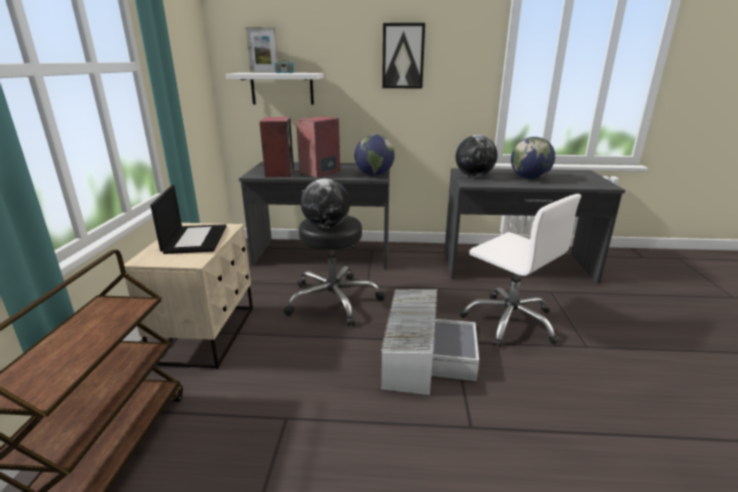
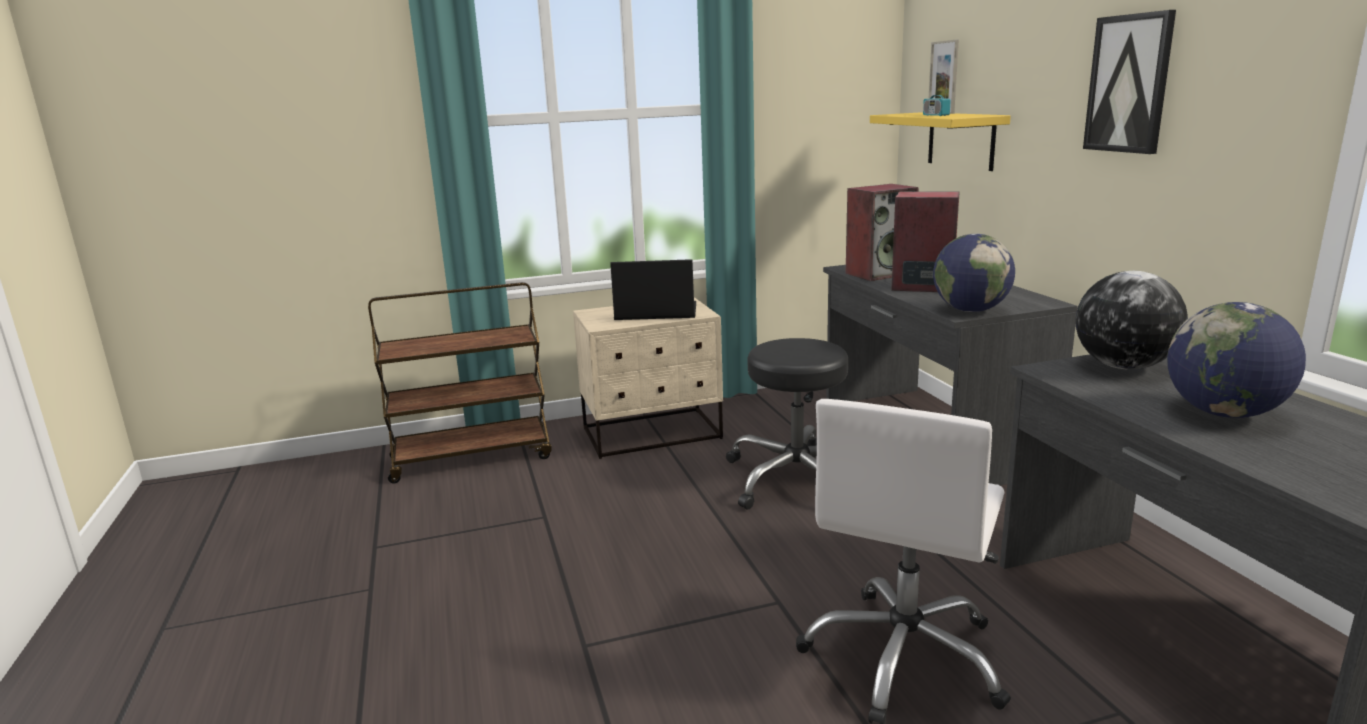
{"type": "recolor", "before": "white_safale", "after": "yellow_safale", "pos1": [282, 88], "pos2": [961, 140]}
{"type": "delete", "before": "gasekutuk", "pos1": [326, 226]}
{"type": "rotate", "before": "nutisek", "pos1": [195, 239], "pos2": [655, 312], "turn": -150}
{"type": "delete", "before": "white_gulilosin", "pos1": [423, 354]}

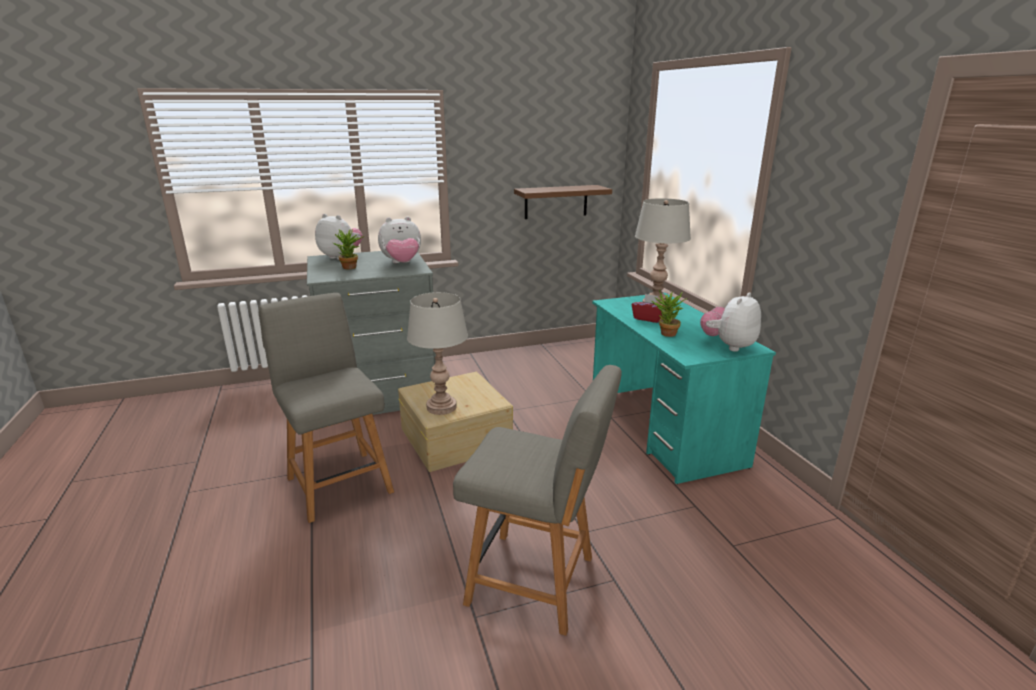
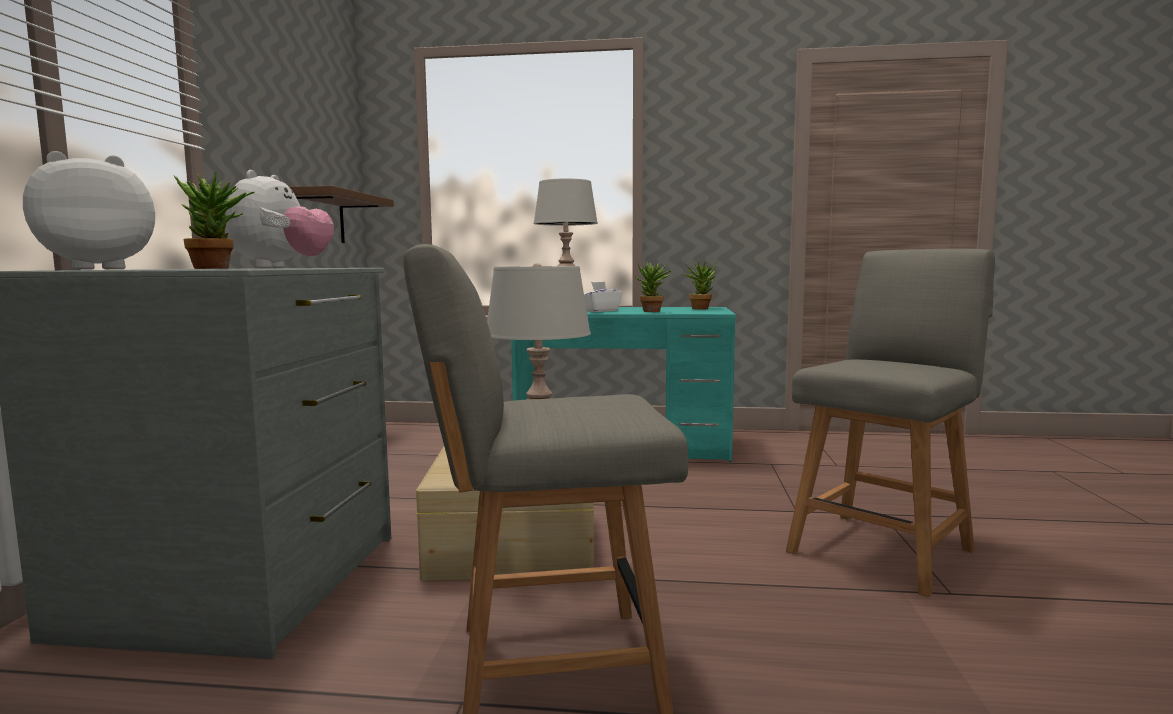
{"type": "replace", "before": "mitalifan", "after": "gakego", "pos1": [728, 346], "pos2": [701, 308]}
{"type": "recolor", "before": "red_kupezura", "after": "white_kupezura", "pos1": [648, 318], "pos2": [600, 311]}

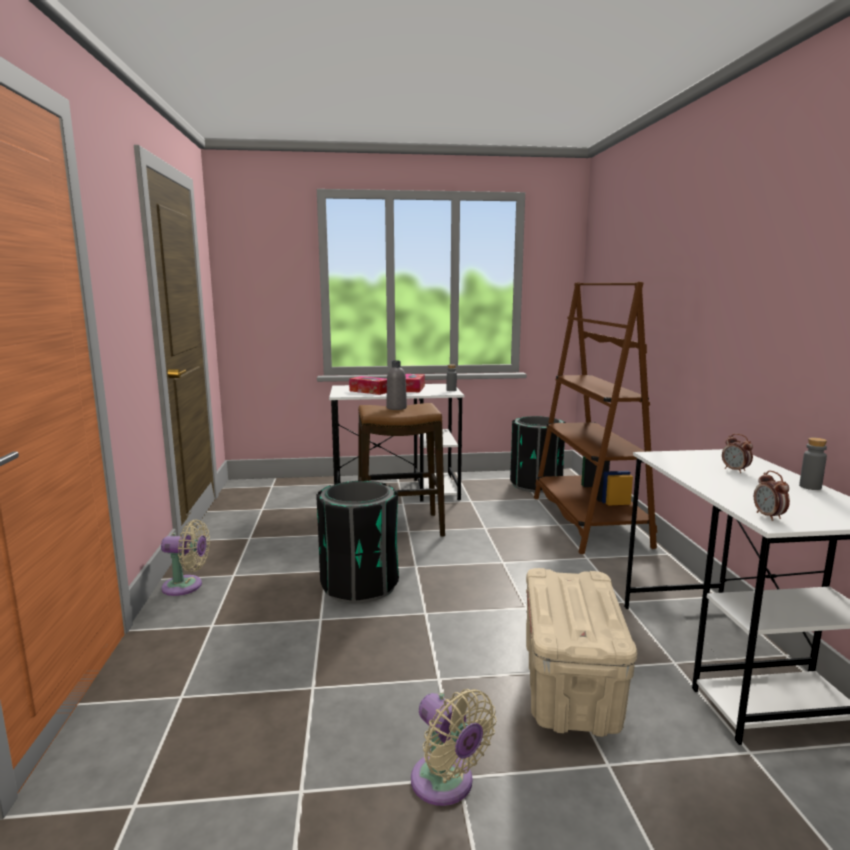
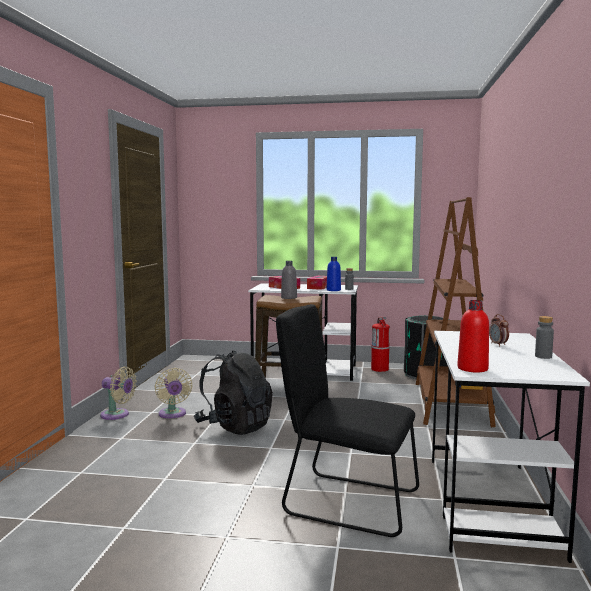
{"type": "replace", "before": "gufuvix", "after": "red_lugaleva", "pos1": [768, 516], "pos2": [472, 369]}
{"type": "replace", "before": "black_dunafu", "after": "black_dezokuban", "pos1": [359, 585], "pos2": [234, 426]}
{"type": "replace", "before": "beige_gulilosin", "after": "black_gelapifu", "pos1": [569, 686], "pos2": [345, 502]}
{"type": "move", "before": "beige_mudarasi", "pos1": [446, 785], "pos2": [172, 414]}
{"type": "insert", "after": "blue_lugaleva", "pos2": [333, 290]}
{"type": "insert", "after": "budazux", "pos2": [380, 369]}

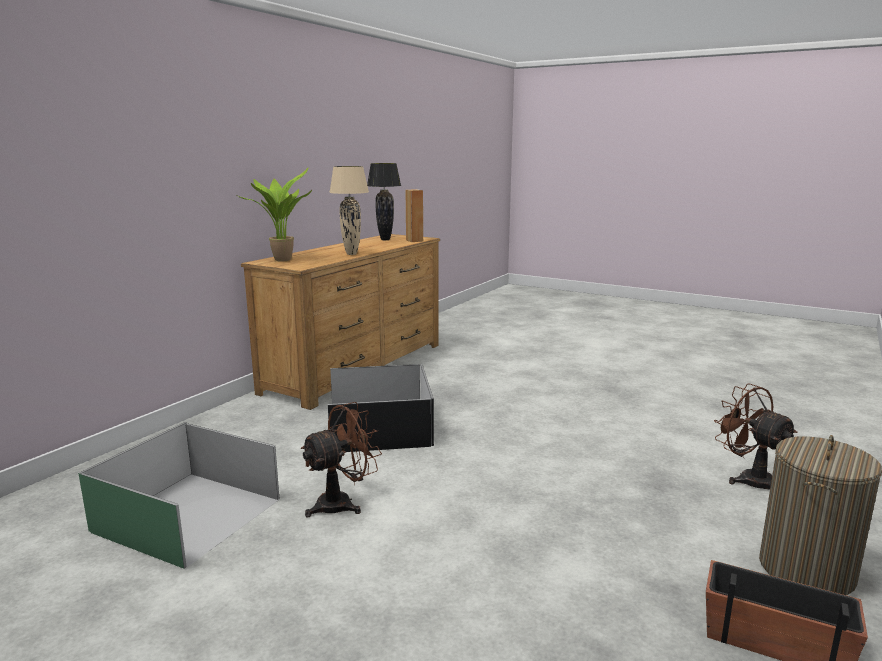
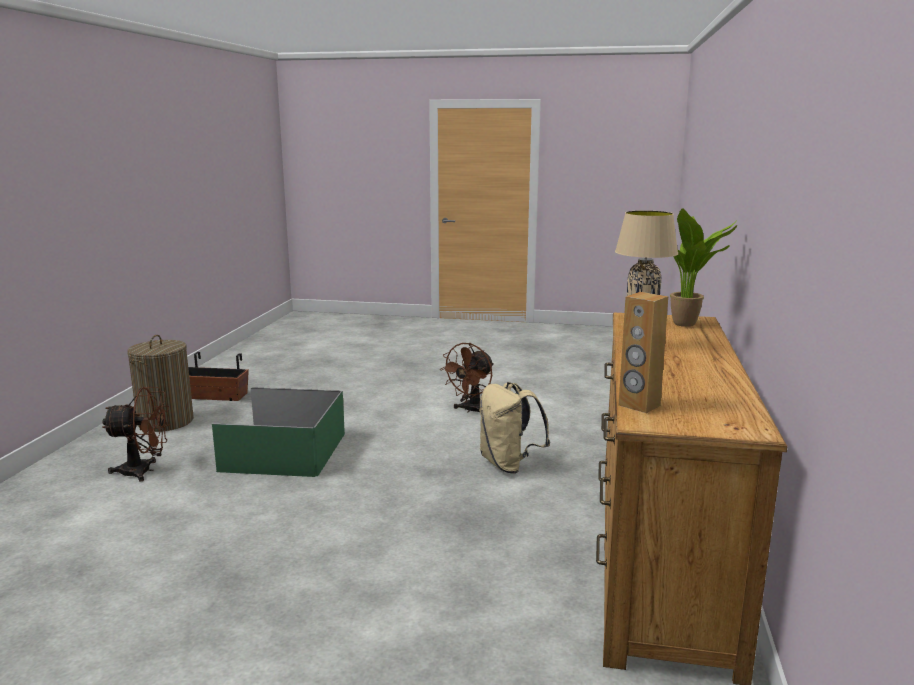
{"type": "delete", "before": "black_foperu", "pos1": [385, 239]}
{"type": "replace", "before": "black_gulilosin", "after": "beige_dezokuban", "pos1": [379, 427], "pos2": [509, 465]}
{"type": "rotate", "before": "brown_mudarasi", "pos1": [748, 478], "pos2": [144, 471], "turn": -45}
{"type": "move", "before": "green_gulilosin", "pos1": [186, 516], "pos2": [284, 451]}

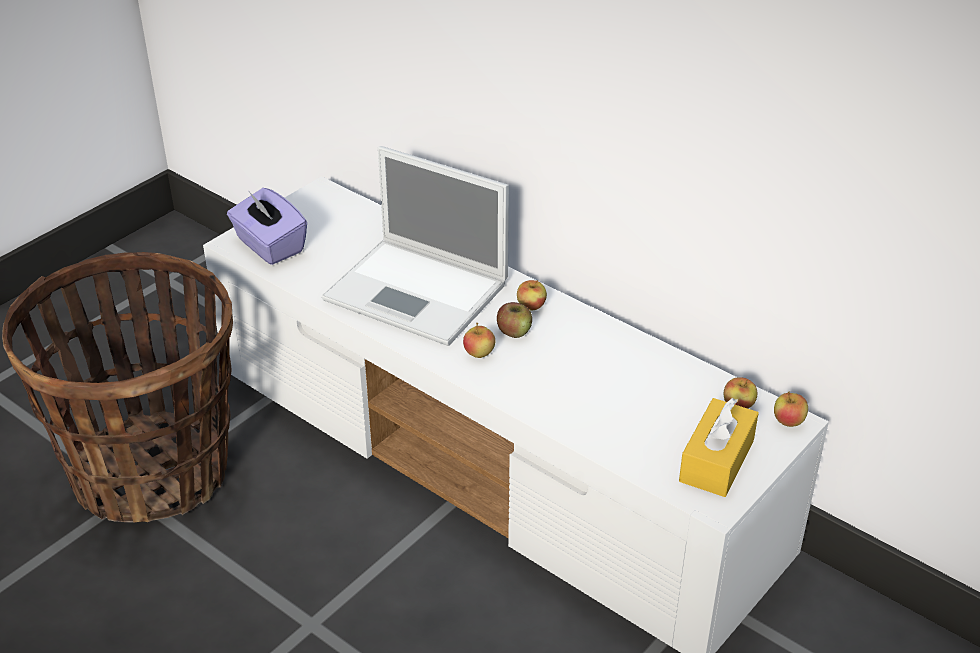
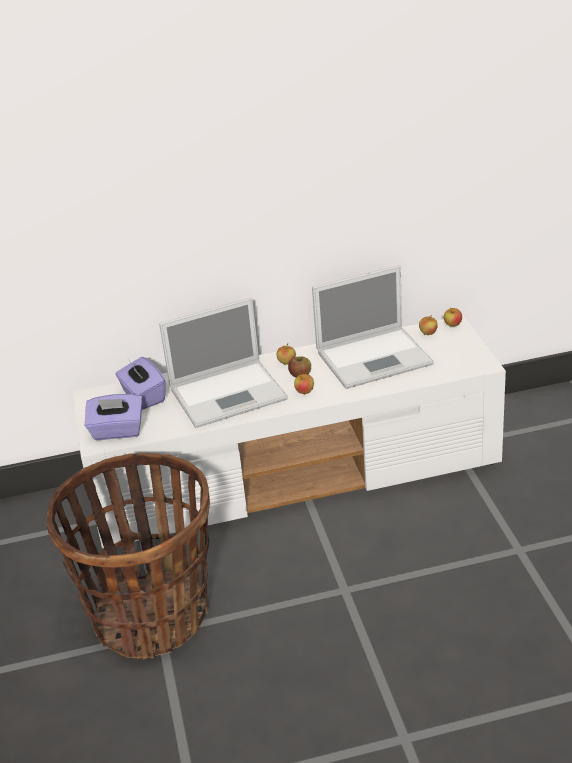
{"type": "delete", "before": "yellow_kupezura", "pos1": [716, 461]}
{"type": "insert", "after": "nutisek", "pos2": [376, 357]}
{"type": "insert", "after": "purple_kupezura", "pos2": [143, 397]}

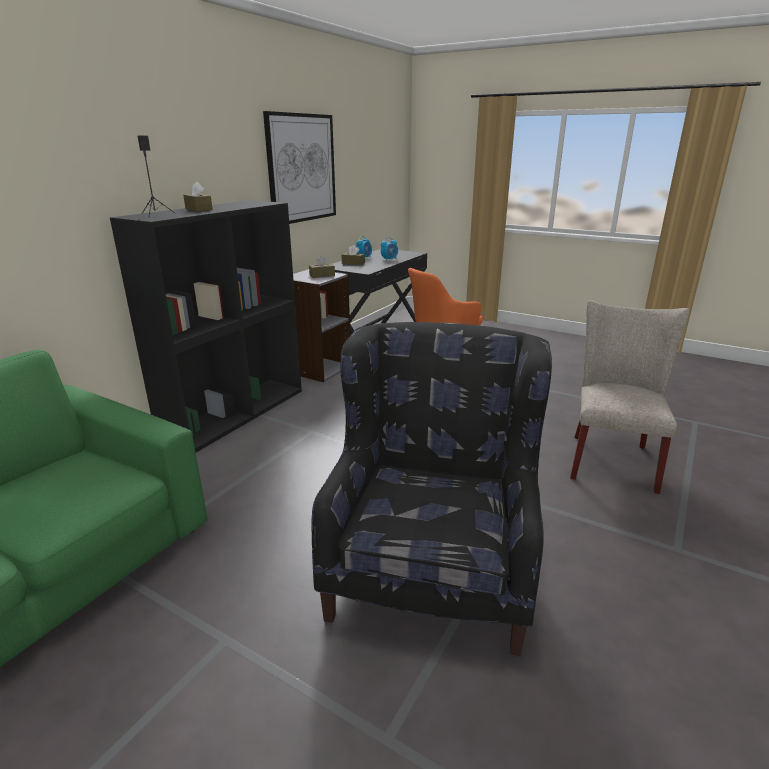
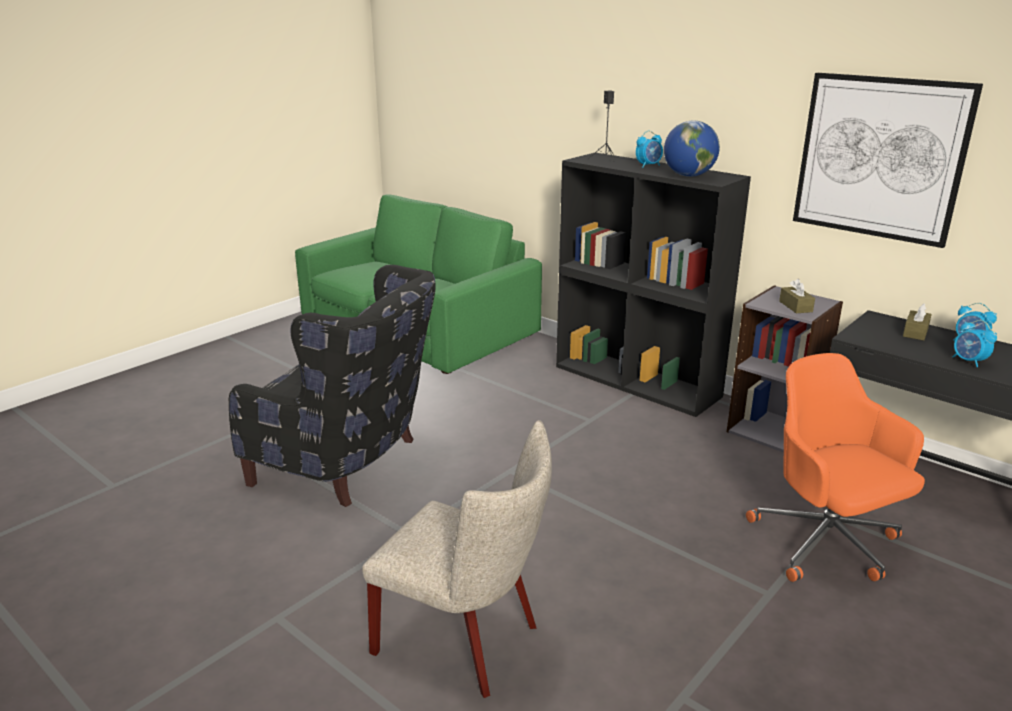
{"type": "replace", "before": "brown_kupezura", "after": "gufuvix", "pos1": [198, 209], "pos2": [648, 165]}
{"type": "insert", "after": "gasekutuk", "pos2": [688, 176]}

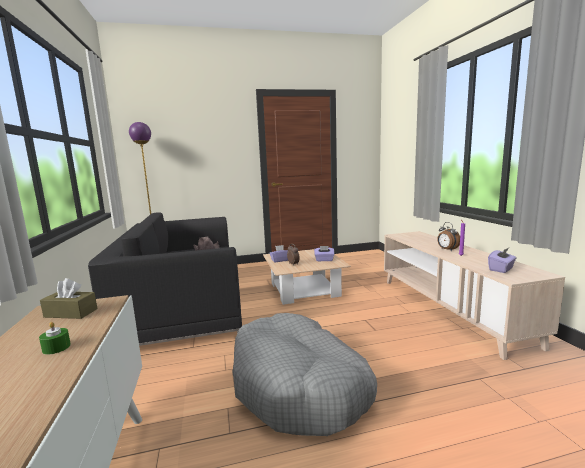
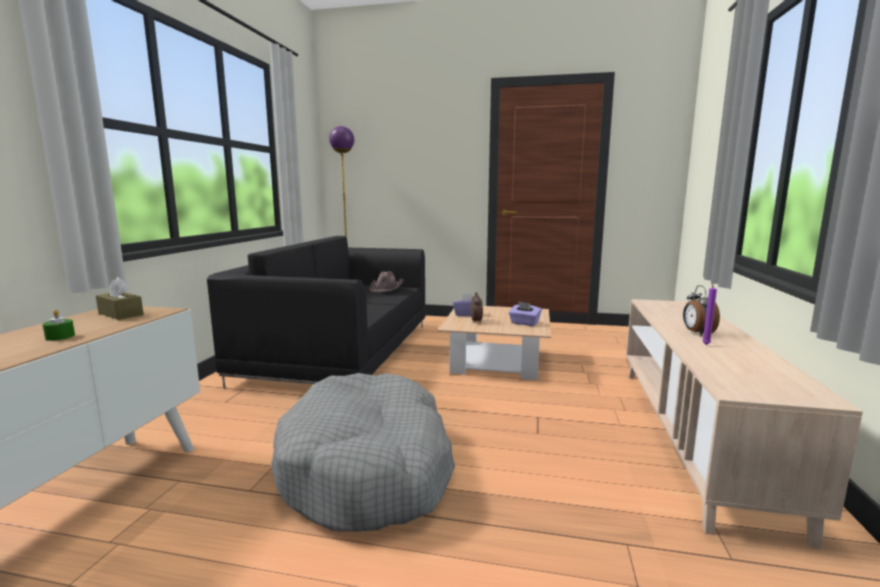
{"type": "delete", "before": "purple_kupezura", "pos1": [501, 269]}

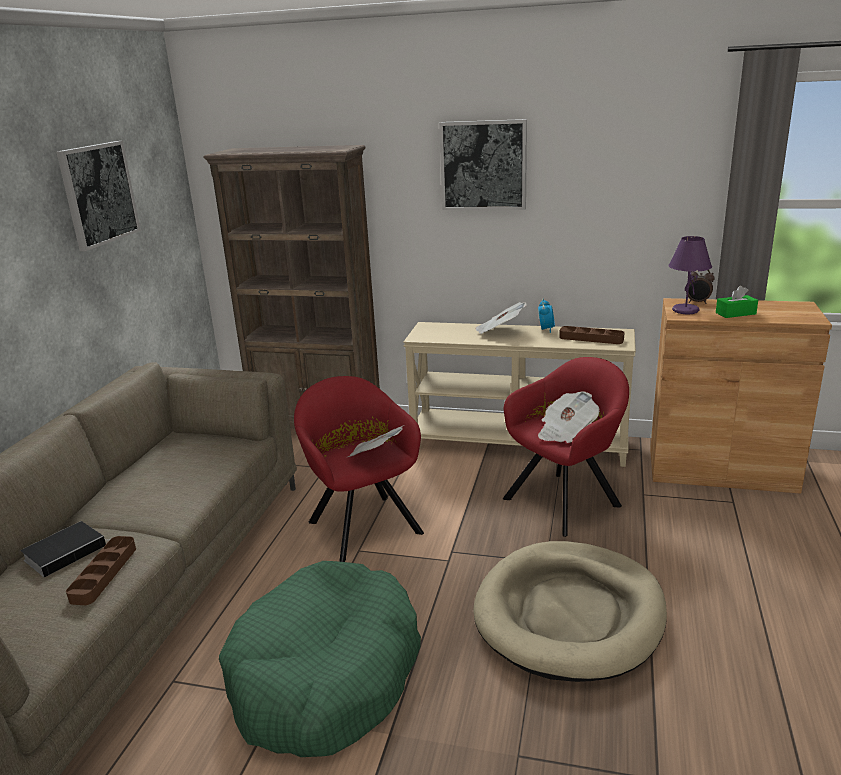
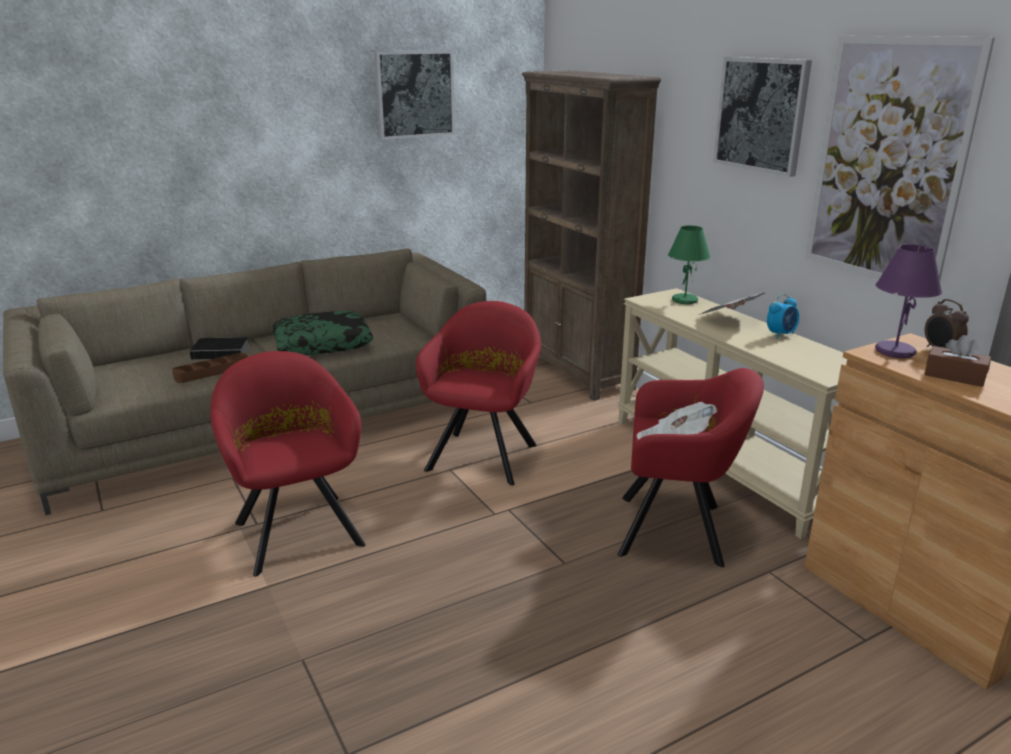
{"type": "recolor", "before": "green_kupezura", "after": "brown_kupezura", "pos1": [735, 313], "pos2": [954, 376]}
{"type": "delete", "before": "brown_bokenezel", "pos1": [591, 338]}
{"type": "delete", "before": "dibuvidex", "pos1": [376, 456]}
{"type": "delete", "before": "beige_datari", "pos1": [569, 614]}
{"type": "replace", "before": "green_datari", "after": "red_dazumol", "pos1": [325, 675], "pos2": [297, 529]}
{"type": "insert", "after": "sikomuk", "pos2": [888, 162]}
{"type": "insert", "after": "green_foperu", "pos2": [684, 300]}
{"type": "insert", "after": "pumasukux", "pos2": [323, 344]}

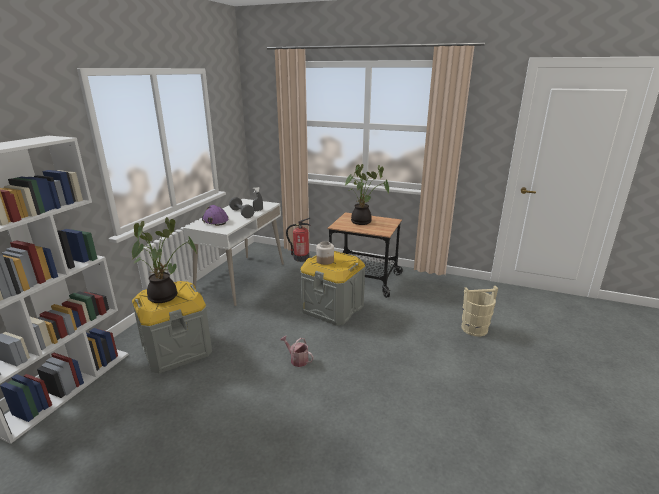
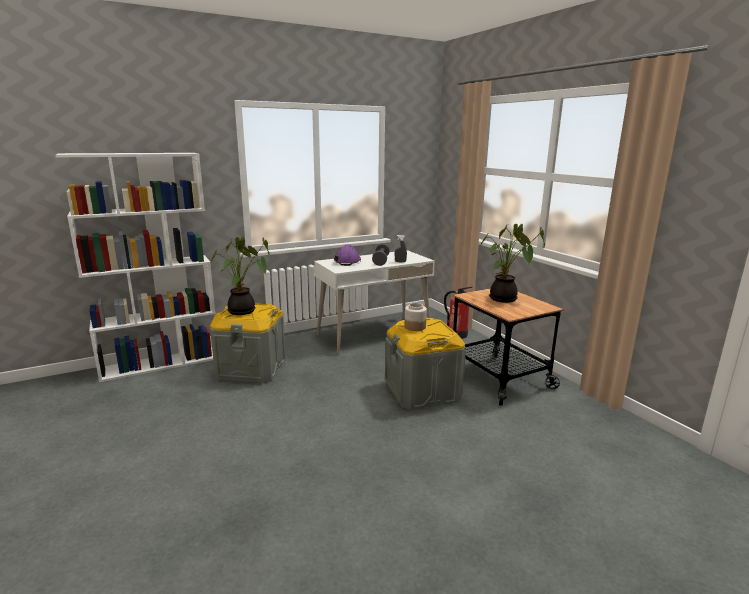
{"type": "delete", "before": "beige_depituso", "pos1": [474, 329]}
{"type": "delete", "before": "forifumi", "pos1": [297, 359]}

